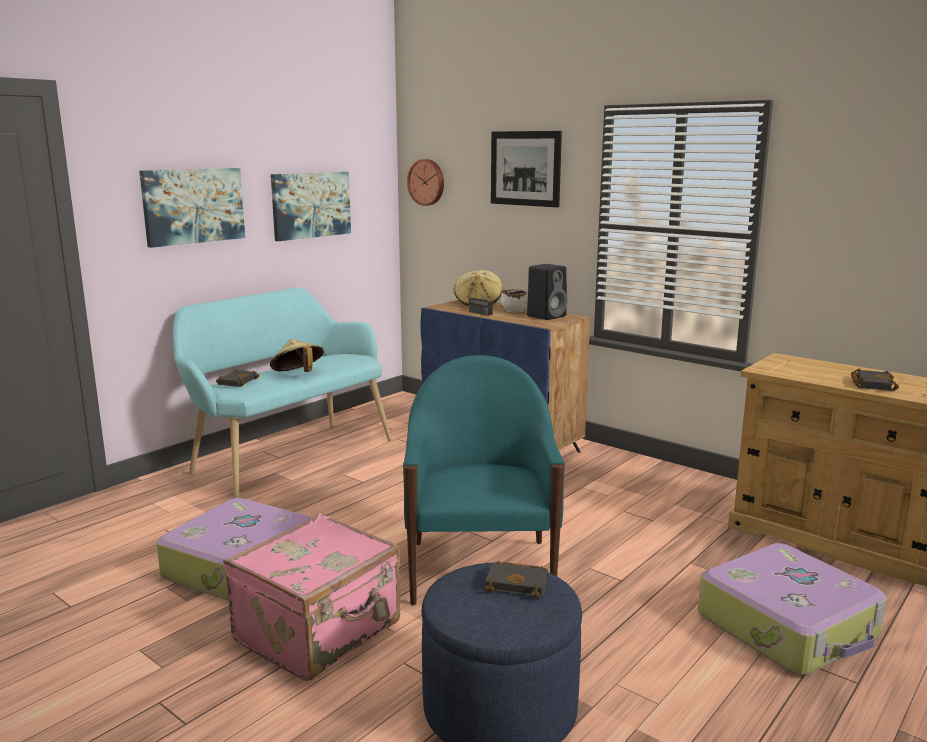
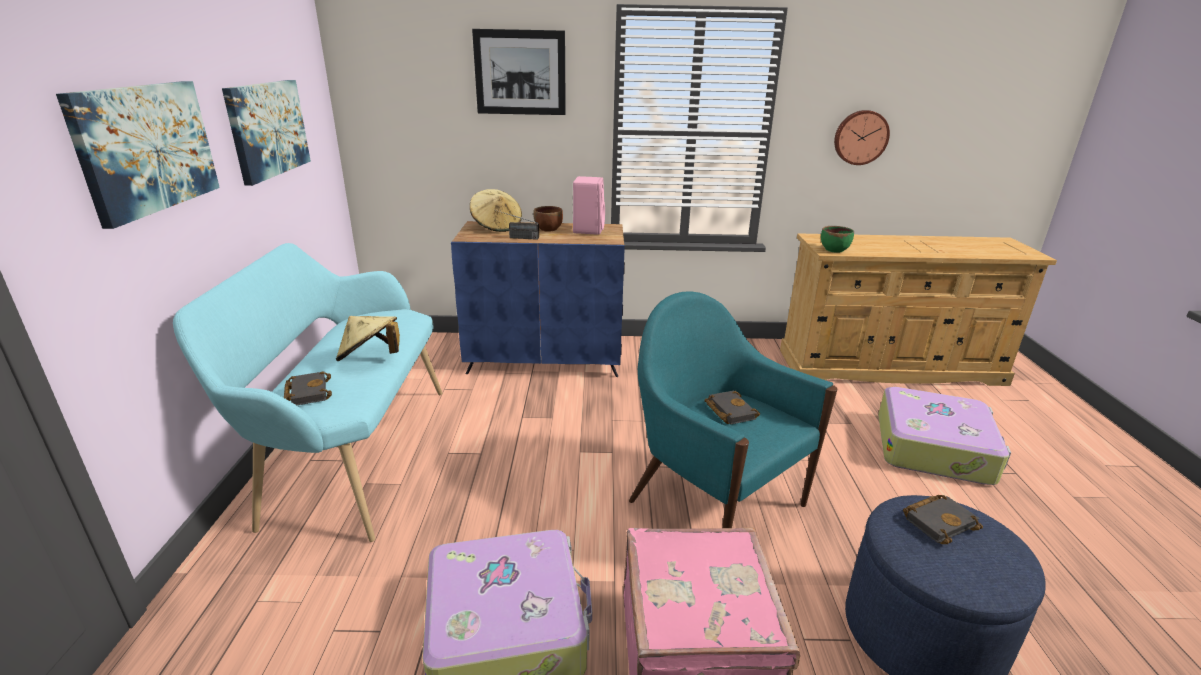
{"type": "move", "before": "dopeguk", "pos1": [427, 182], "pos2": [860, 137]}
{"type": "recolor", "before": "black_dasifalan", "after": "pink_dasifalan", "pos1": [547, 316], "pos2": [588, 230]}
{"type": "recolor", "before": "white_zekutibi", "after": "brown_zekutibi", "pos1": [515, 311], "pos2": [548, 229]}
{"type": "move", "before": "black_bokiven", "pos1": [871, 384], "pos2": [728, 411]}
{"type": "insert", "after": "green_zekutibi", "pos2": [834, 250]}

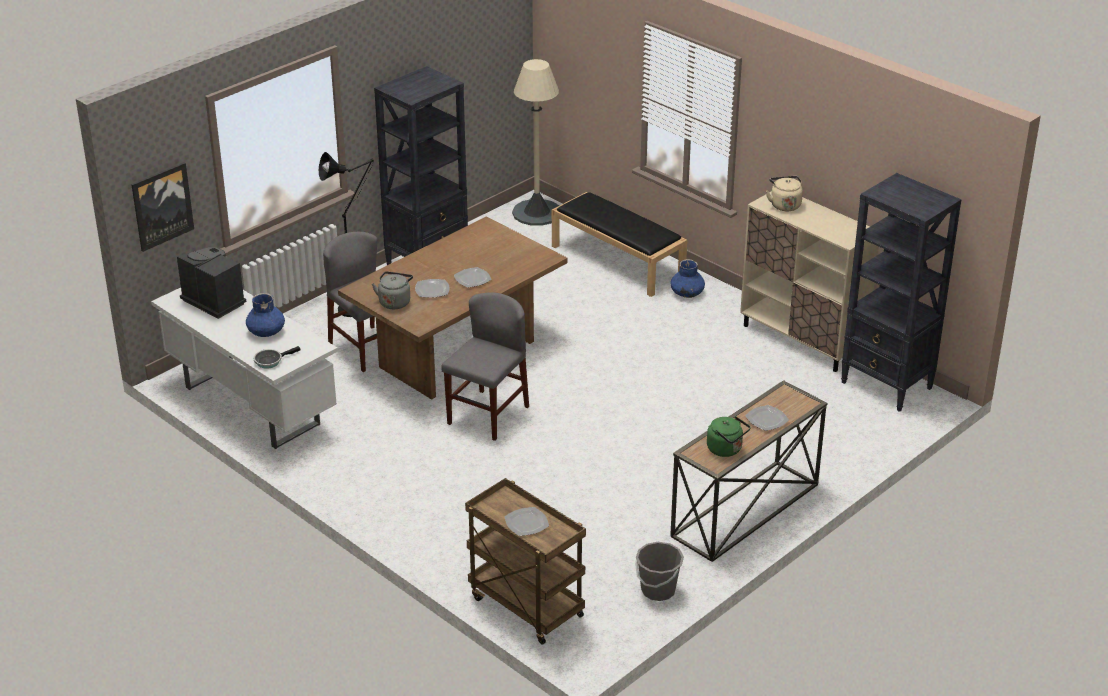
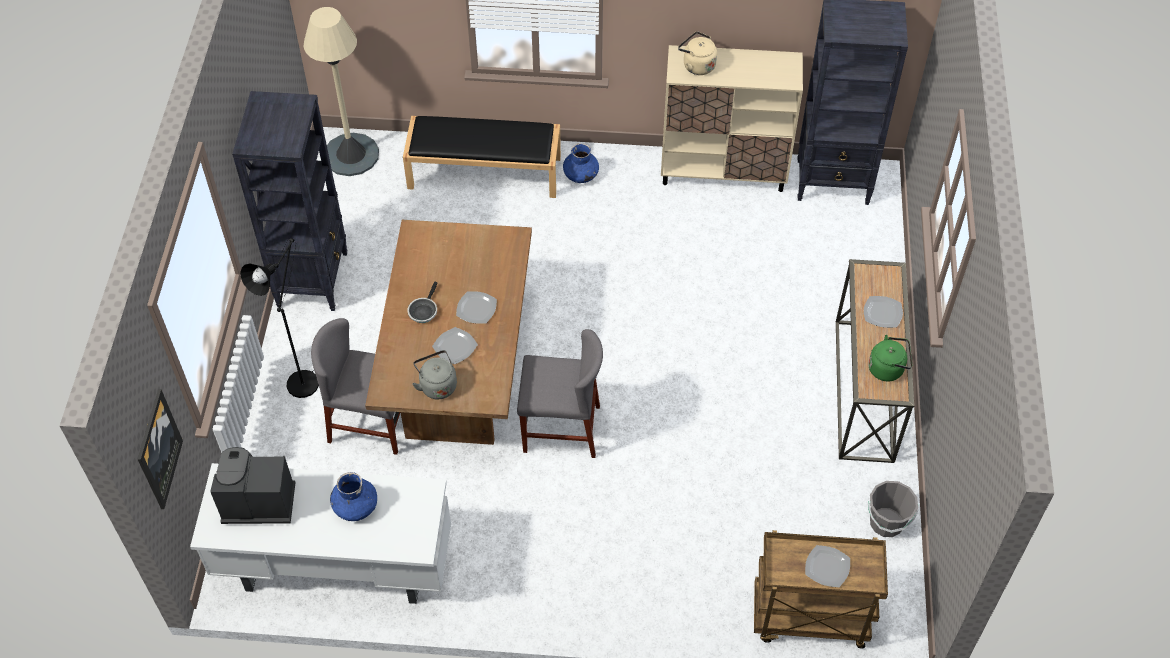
{"type": "rotate", "before": "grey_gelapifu", "pos1": [488, 415], "pos2": [561, 429], "turn": 105}
{"type": "move", "before": "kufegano", "pos1": [270, 361], "pos2": [423, 311]}

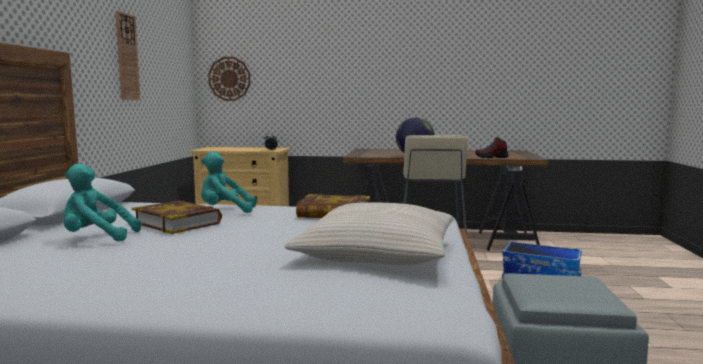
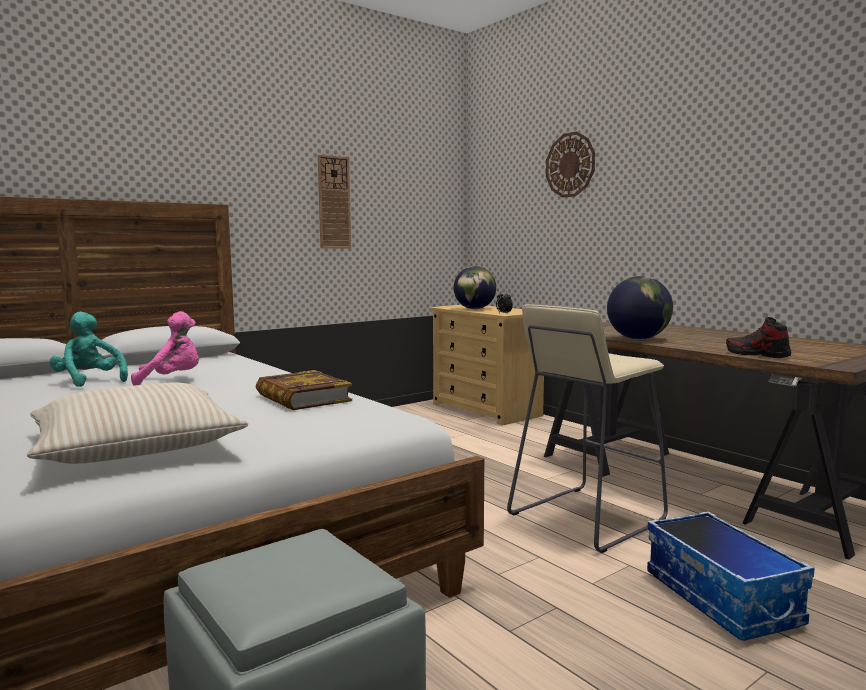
{"type": "move", "before": "dopeguk", "pos1": [229, 79], "pos2": [570, 165]}
{"type": "delete", "before": "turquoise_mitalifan", "pos1": [225, 211]}
{"type": "replace", "before": "bokiven", "after": "pink_mitalifan", "pos1": [177, 223], "pos2": [172, 380]}
{"type": "insert", "after": "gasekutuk", "pos2": [474, 309]}

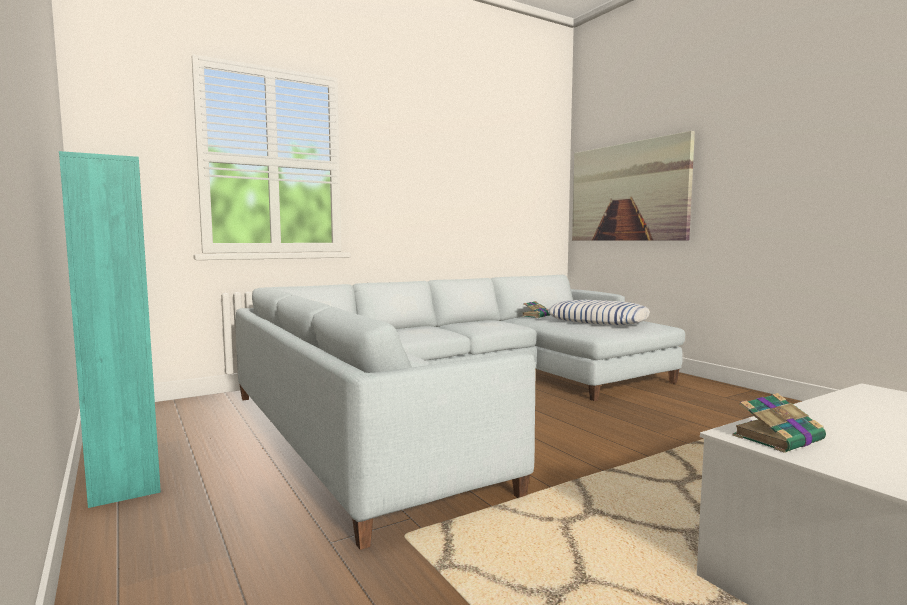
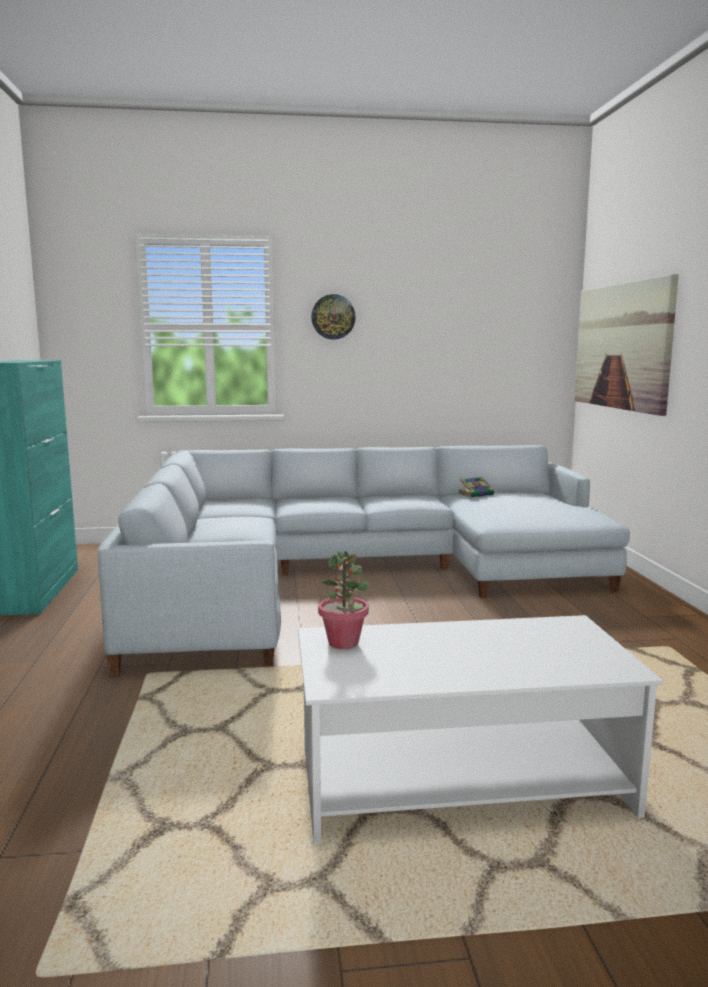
{"type": "delete", "before": "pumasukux", "pos1": [598, 320]}
{"type": "replace", "before": "bokiven", "after": "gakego", "pos1": [779, 438], "pos2": [344, 643]}
{"type": "insert", "after": "dopeguk", "pos2": [333, 317]}

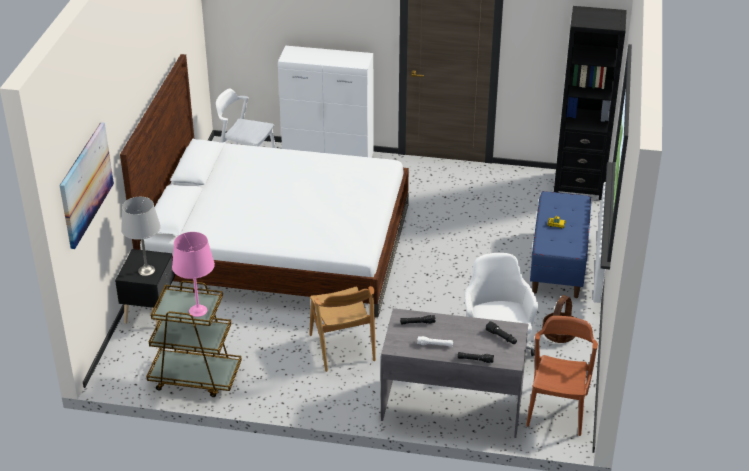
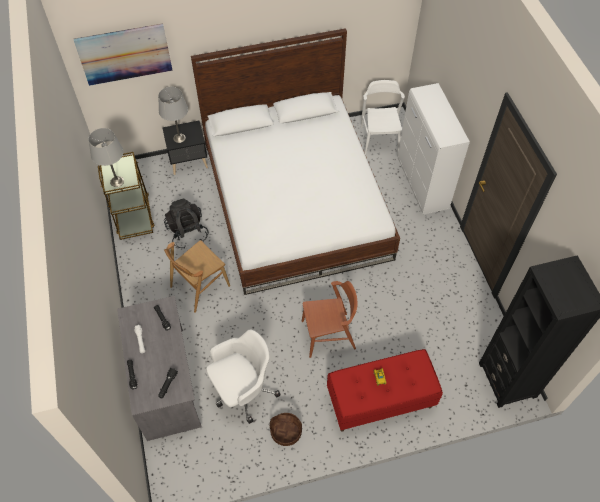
{"type": "recolor", "before": "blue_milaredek", "after": "red_milaredek", "pos1": [558, 264], "pos2": [380, 400]}
{"type": "recolor", "before": "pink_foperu", "after": "grey_foperu", "pos1": [198, 311], "pos2": [117, 182]}
{"type": "move", "before": "brown_gelapifu", "pos1": [557, 409], "pos2": [328, 335]}
{"type": "insert", "after": "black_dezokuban", "pos2": [187, 232]}

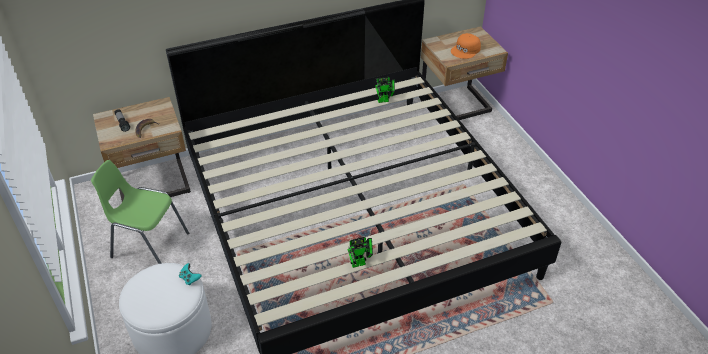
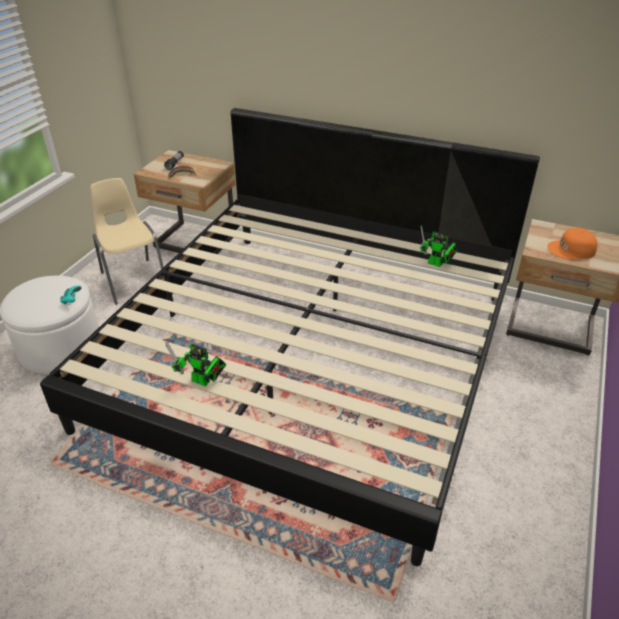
{"type": "recolor", "before": "green_gelapifu", "after": "beige_gelapifu", "pos1": [149, 245], "pos2": [133, 280]}

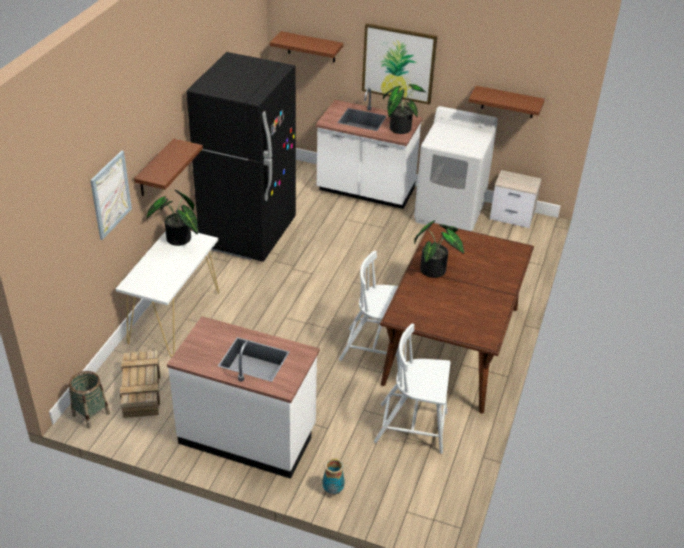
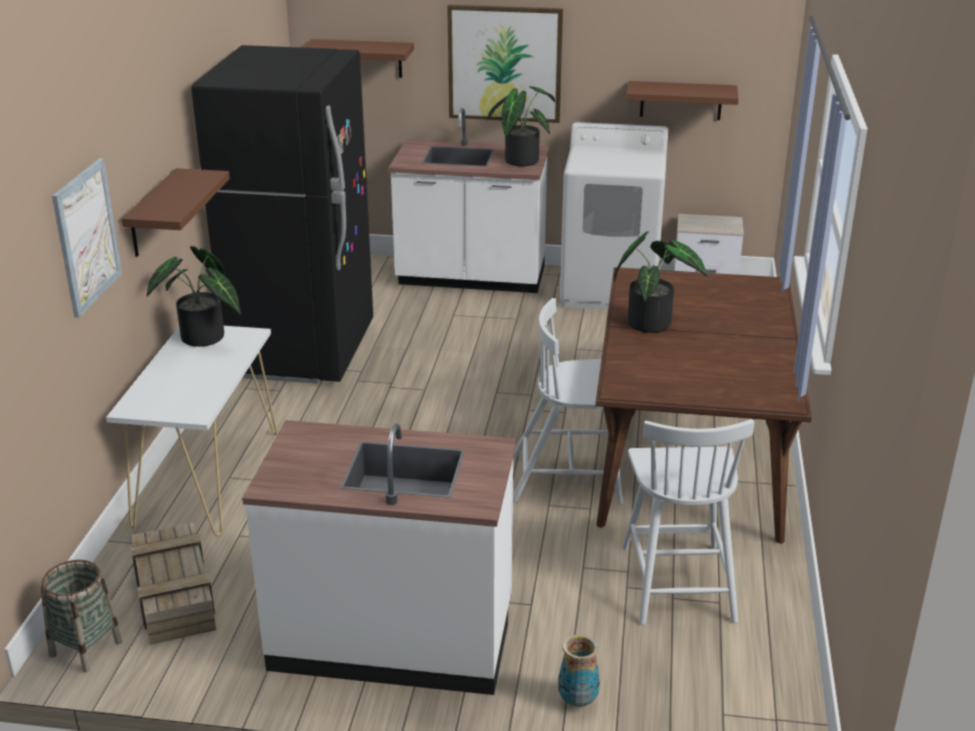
{"type": "rotate", "before": "white_gelapifu", "pos1": [413, 428], "pos2": [677, 581], "turn": -90}

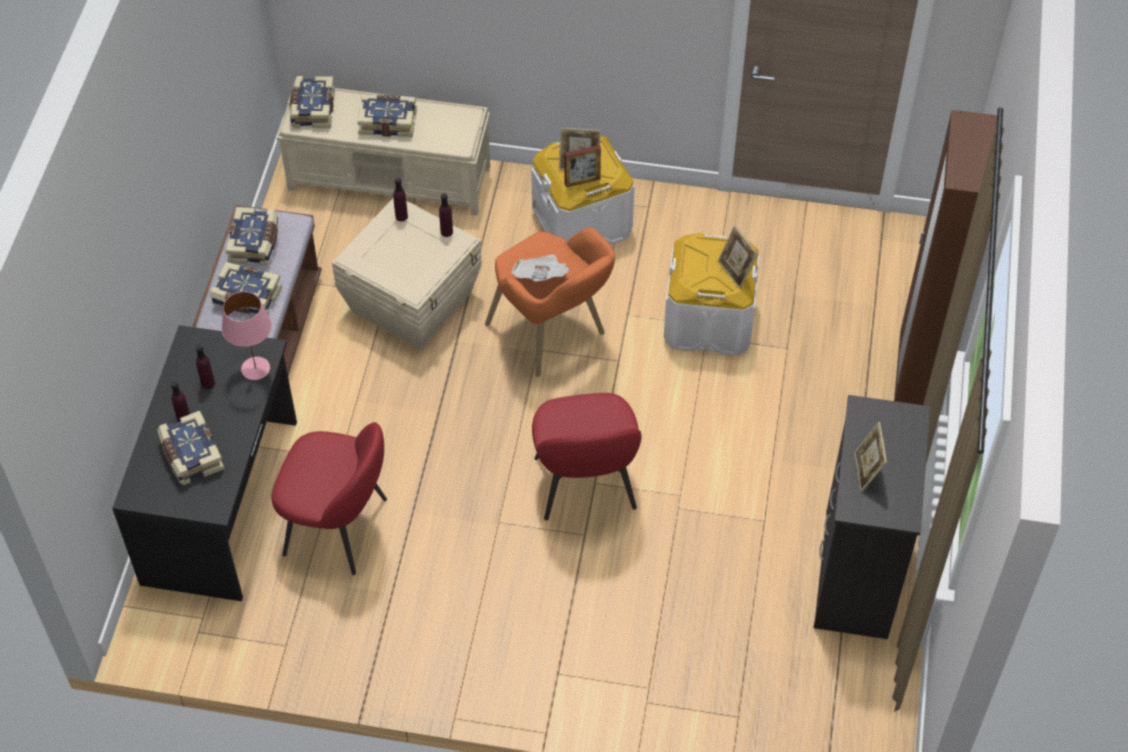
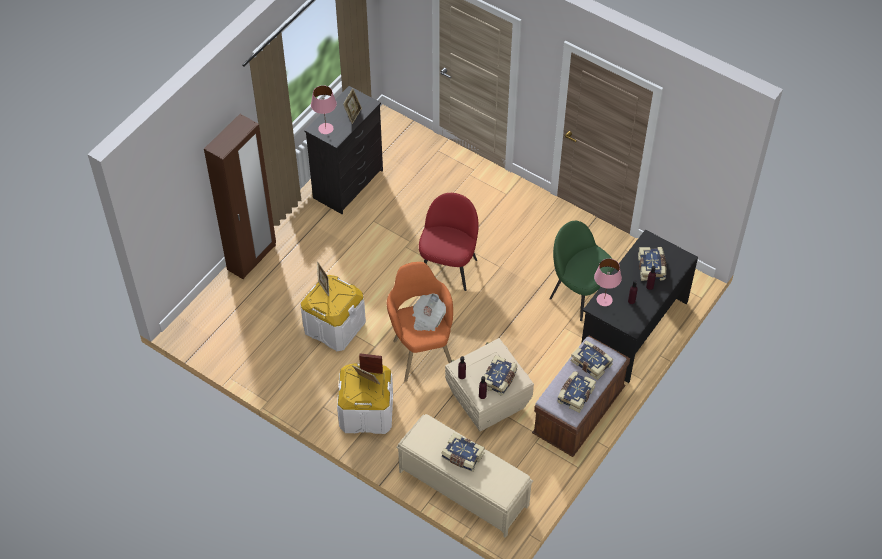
{"type": "move", "before": "bokiven", "pos1": [312, 109], "pos2": [499, 379]}
{"type": "recolor", "before": "red_gelapifu", "after": "green_gelapifu", "pos1": [338, 527], "pos2": [579, 293]}
{"type": "insert", "after": "pink_foperu", "pos2": [325, 129]}

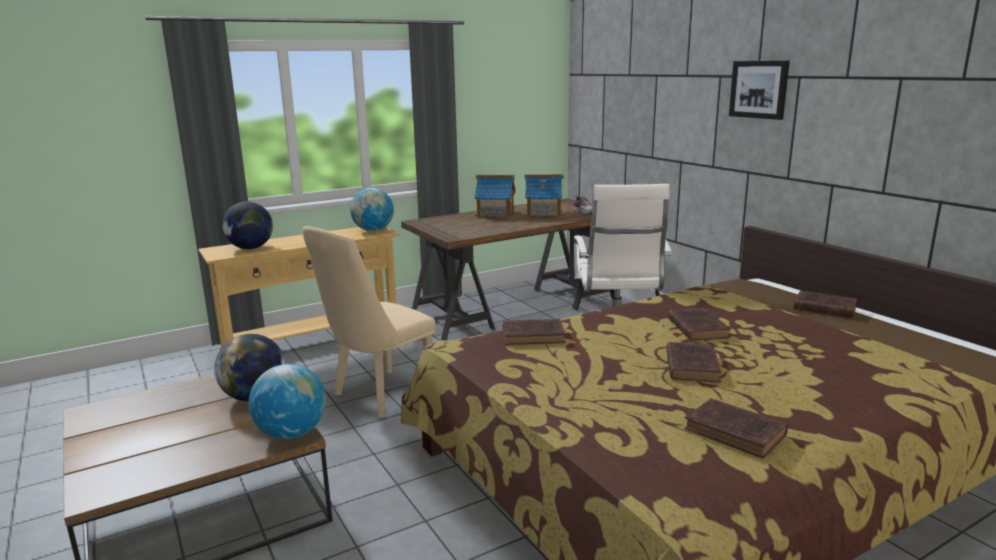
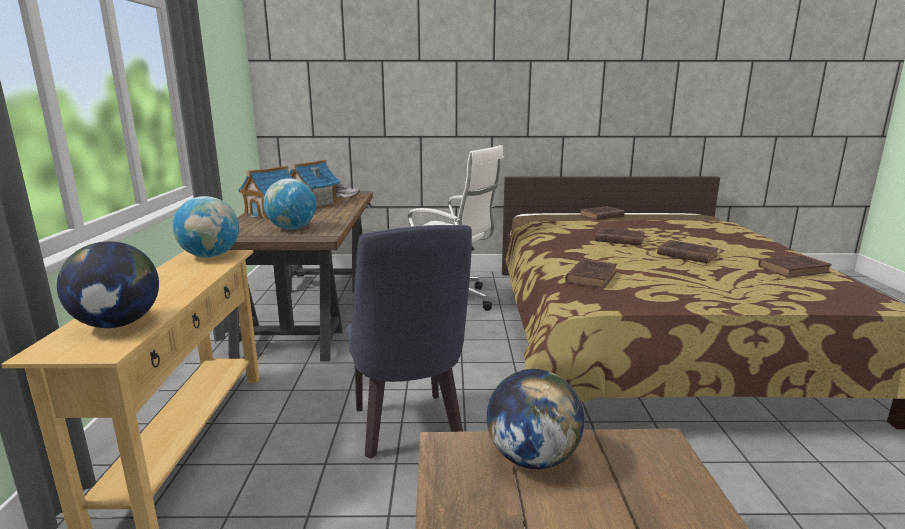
{"type": "delete", "before": "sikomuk", "pos1": [759, 89]}
{"type": "recolor", "before": "beige_gelapifu", "after": "blue_gelapifu", "pos1": [378, 396], "pos2": [409, 430]}
{"type": "move", "before": "gasekutuk", "pos1": [291, 434], "pos2": [292, 228]}

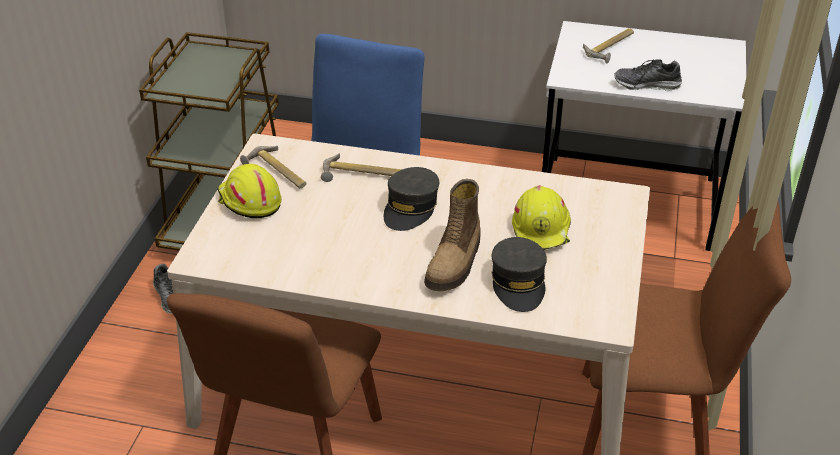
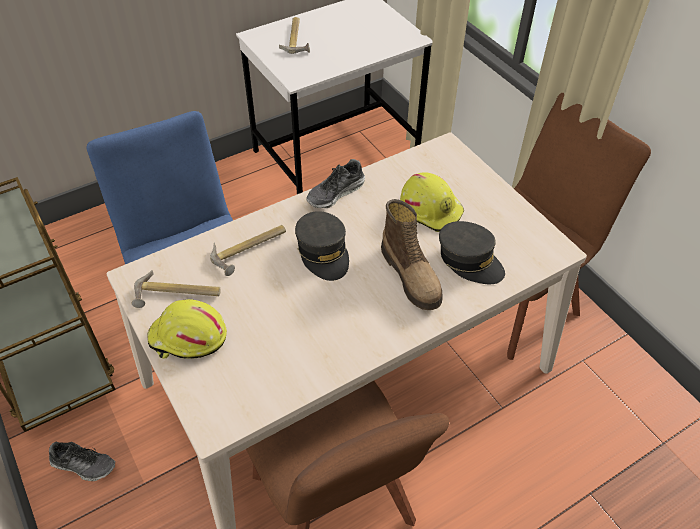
{"type": "move", "before": "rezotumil", "pos1": [647, 85], "pos2": [335, 193]}

